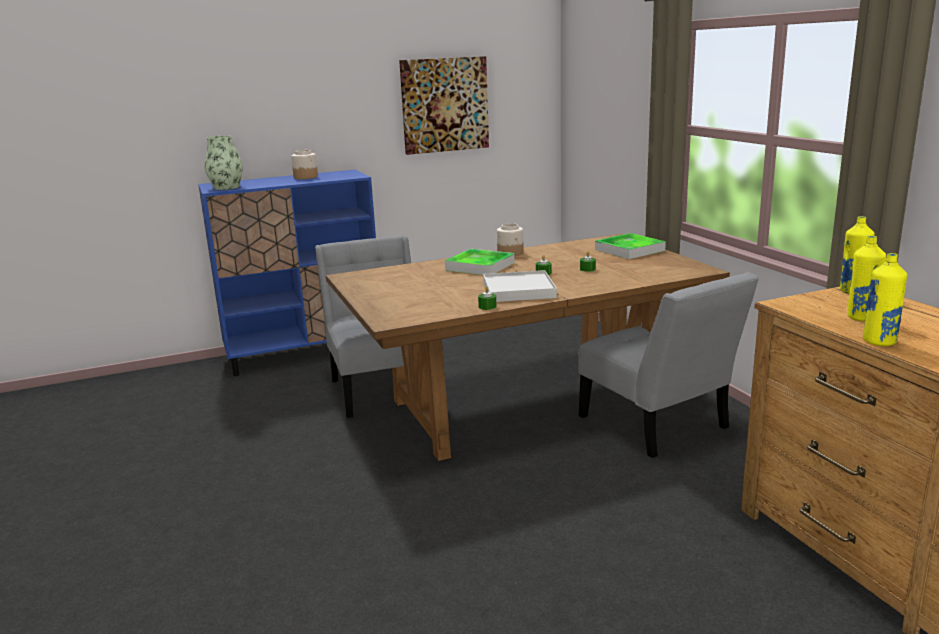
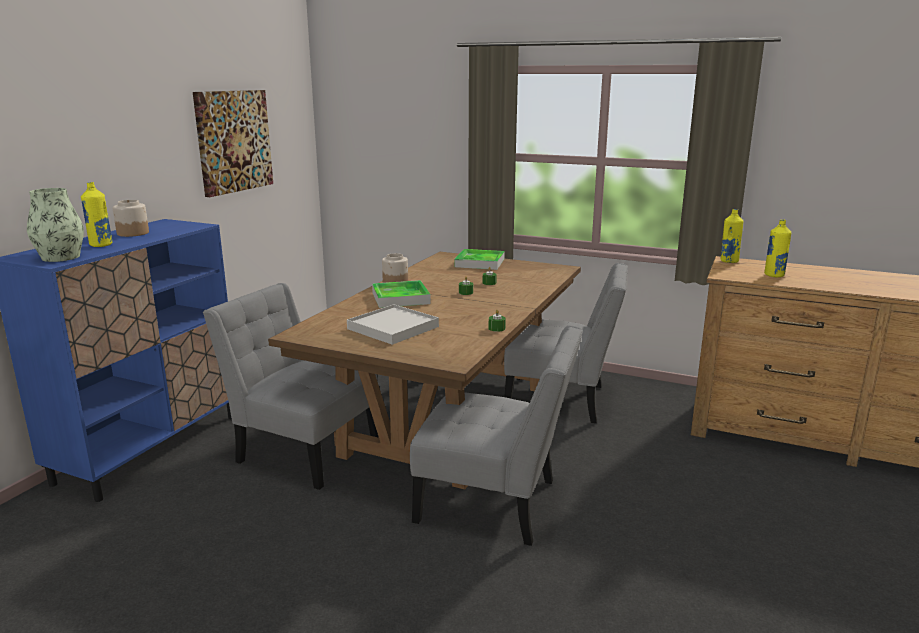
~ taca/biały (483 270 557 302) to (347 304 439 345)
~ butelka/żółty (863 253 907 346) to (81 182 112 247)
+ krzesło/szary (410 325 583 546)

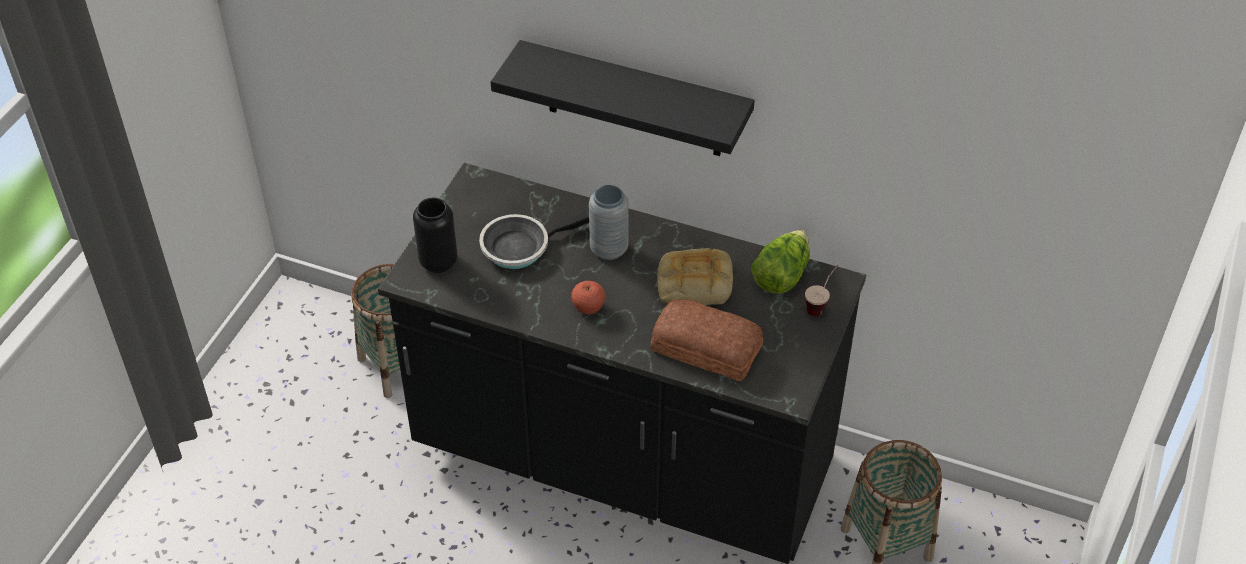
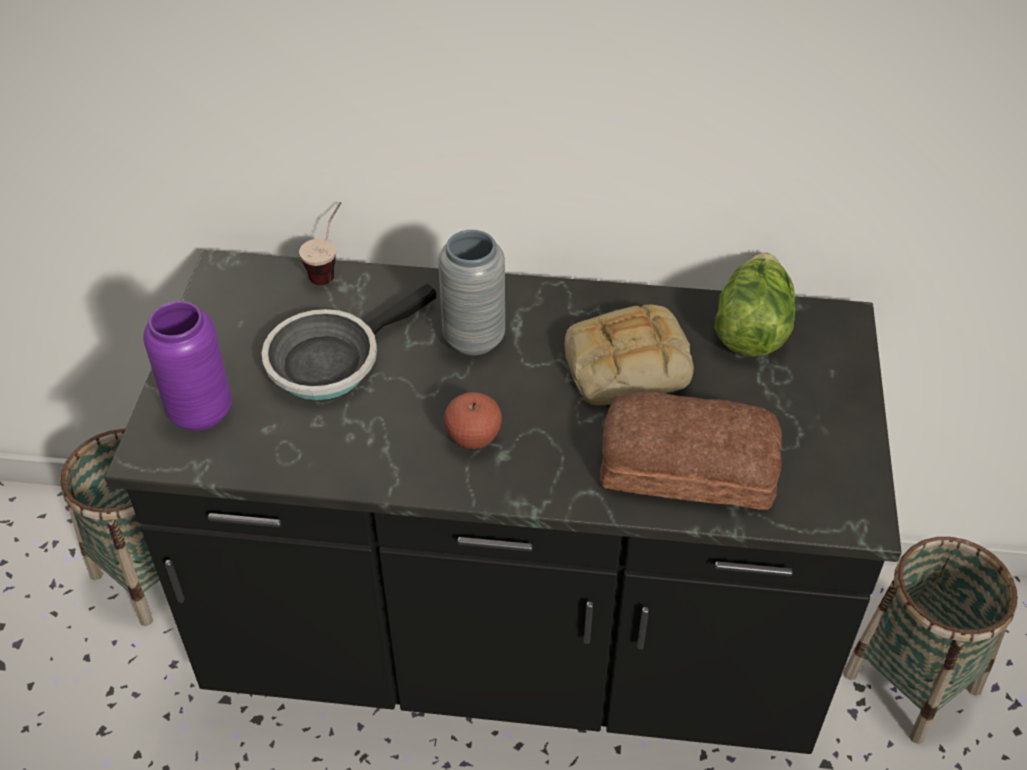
~ wazon/czarny (413 198 458 273) to wazon/fioletowy (143 301 232 431)
- półka/czarny (491 40 755 156)
~ filiżanka (805 265 838 316) to (299 202 341 285)

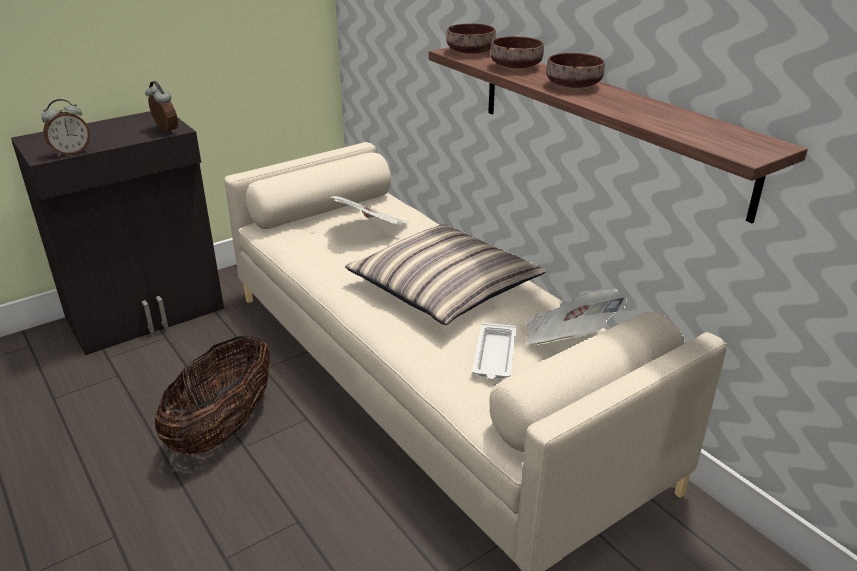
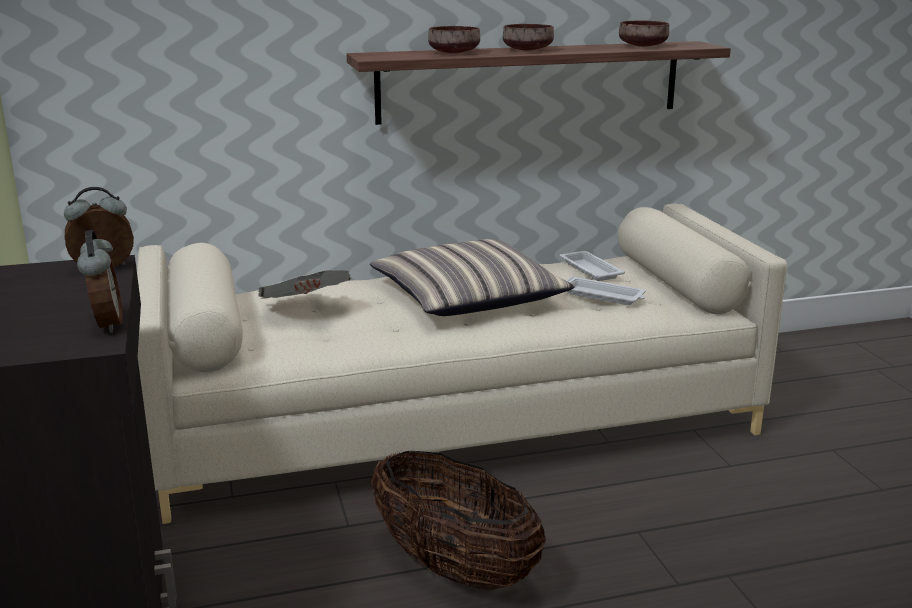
~ miska/brązowy (446 23 496 54) to (619 21 669 47)
~ gazeta (526 289 627 345) to taca/biały (560 251 625 281)

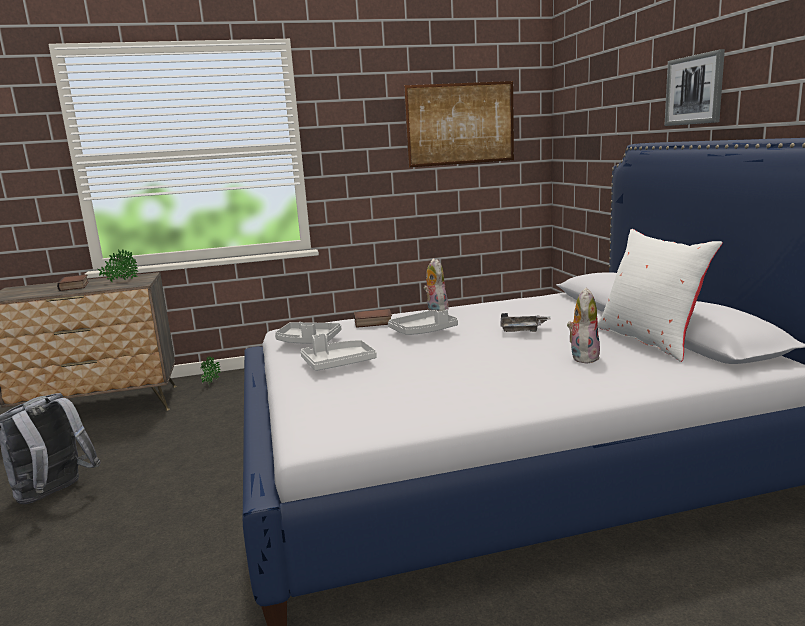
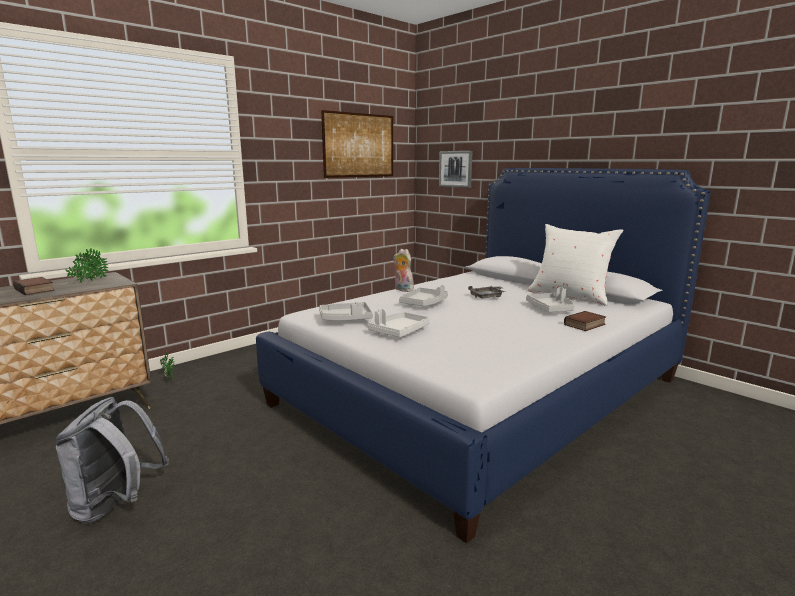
~ książka (354 309 392 328) to (564 311 606 331)
~ pluszak (567 288 600 363) to taca/szary (526 287 574 312)
~ obraz (665 49 725 126) to (439 151 473 188)

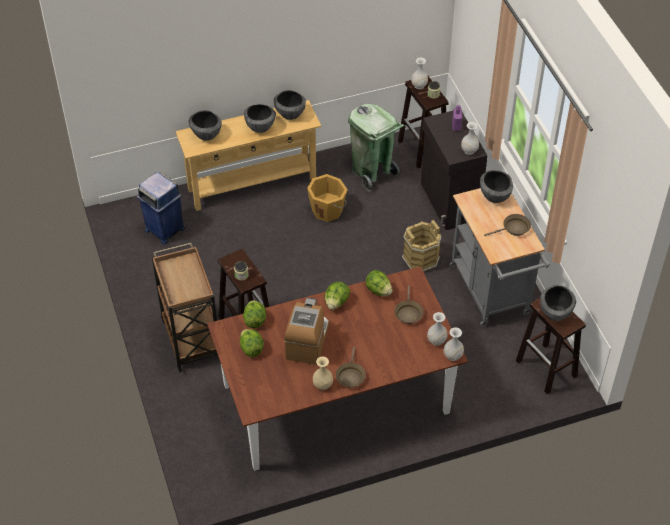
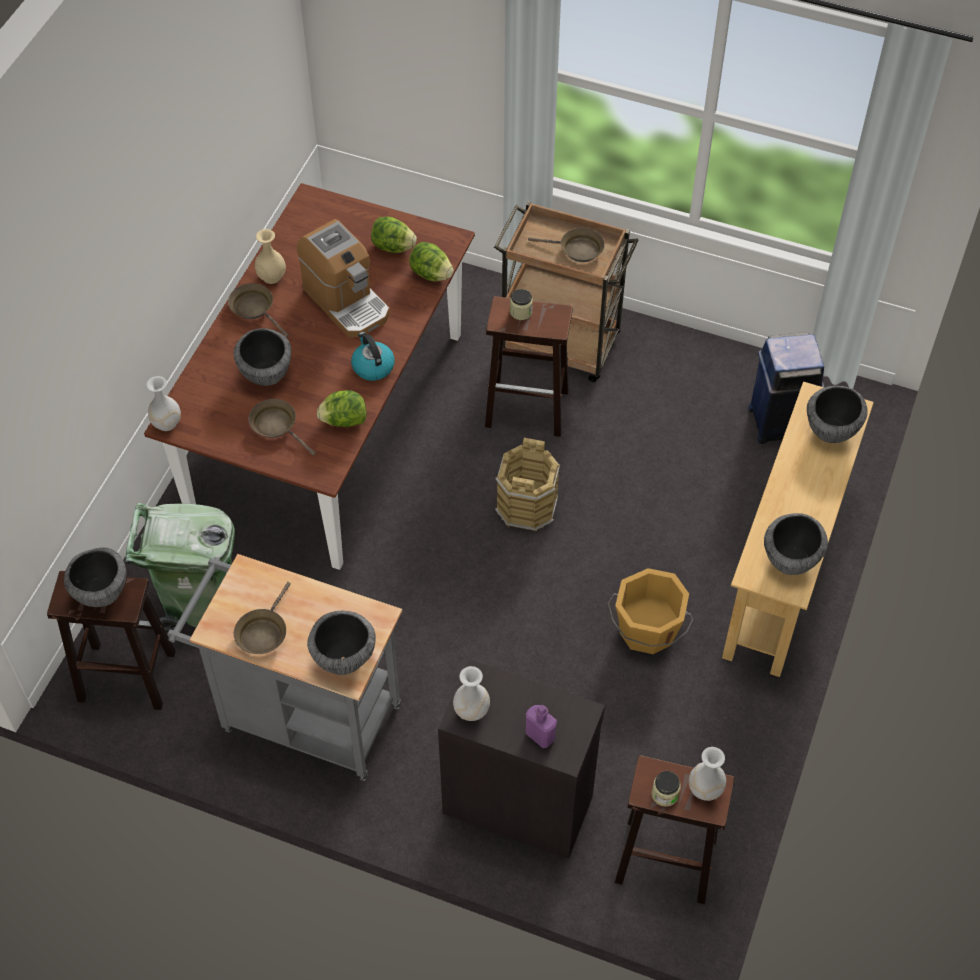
~ miska (244 104 276 133) to (234 328 291 386)
~ sałata (325 282 350 310) to czajnik (351 332 395 381)
~ kosz na śmieci/zielony (348 104 405 191) to (125 503 235 633)
~ wiadro/brązowy (402 220 442 272) to (495 438 560 531)
- wazon/biały (427 312 447 346)
+ patelnia/brązowy (528 228 605 262)

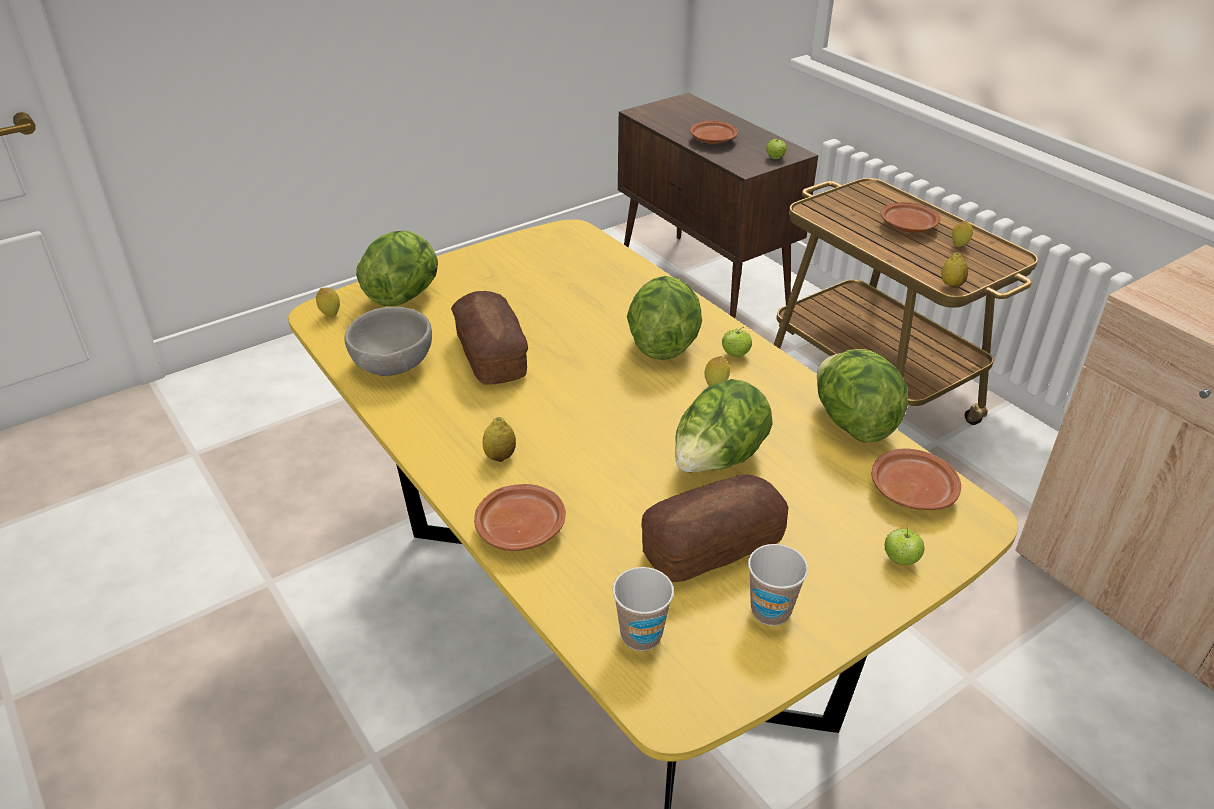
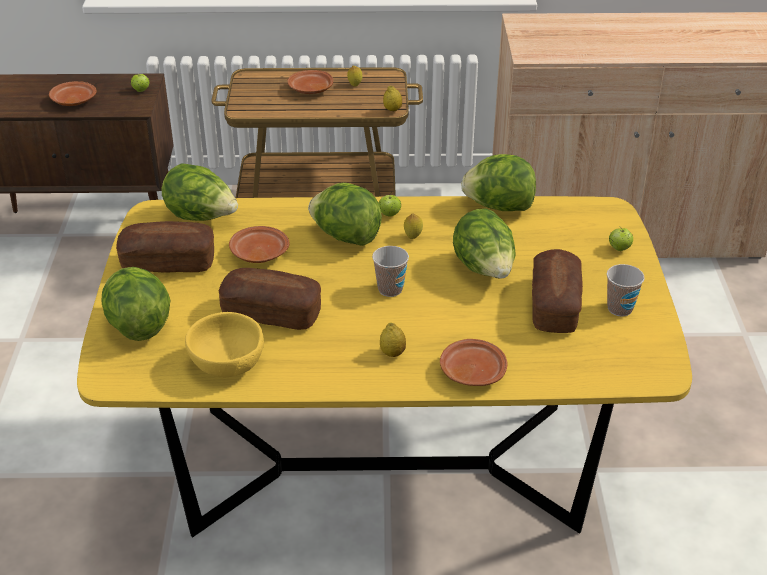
- cytryna (316 288 340 317)
~ miska/szary (344 307 432 376) to miska/żółty (185 312 264 377)
~ filiżanka (613 567 674 651) to (372 246 409 297)
~ talerz/brązowy (872 448 961 510) to (229 226 290 263)
+ chleb (116 221 214 273)
+ sałata (162 163 238 221)

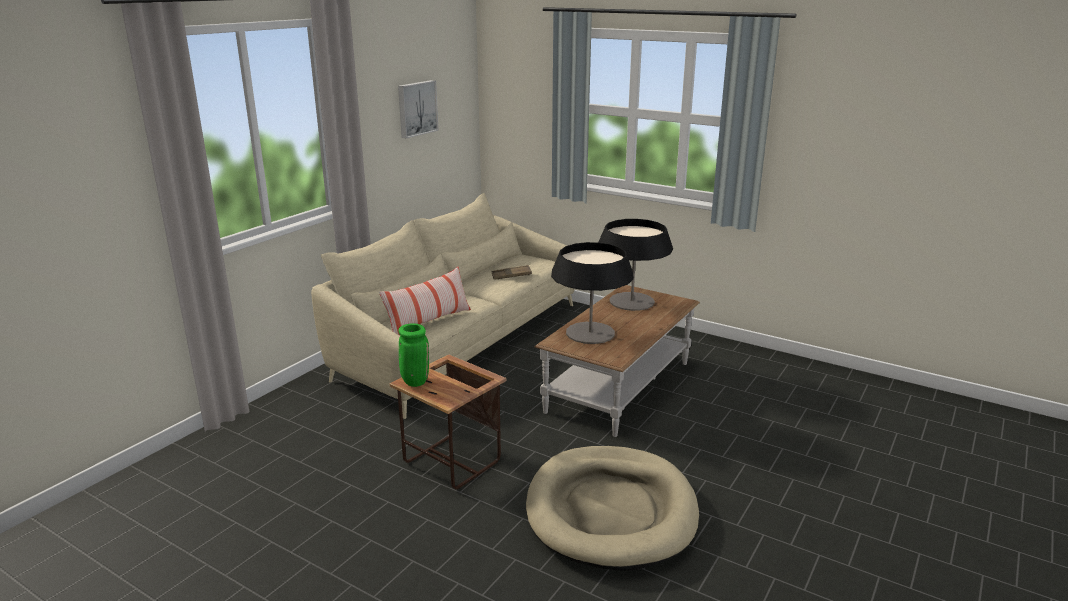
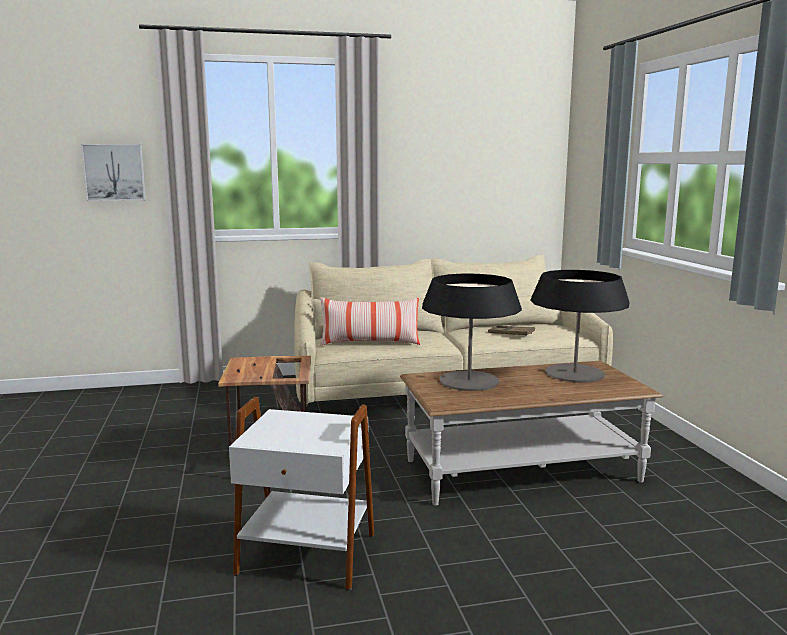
~ obraz (398 80 438 138) to (81 144 146 201)
- wazon/zielony (398 323 429 387)
~ legowisko/beżowy (526 446 699 571) to stolik/biały (229 397 375 590)

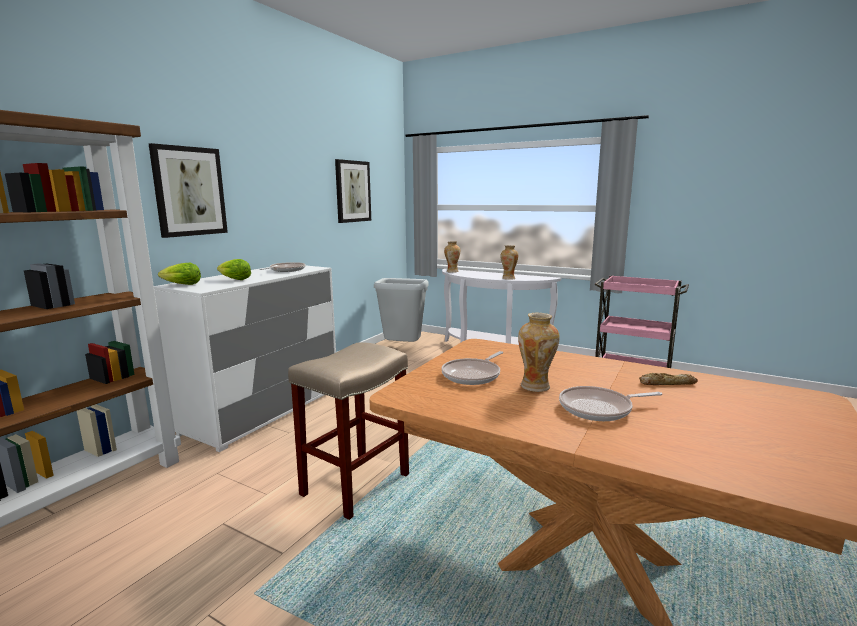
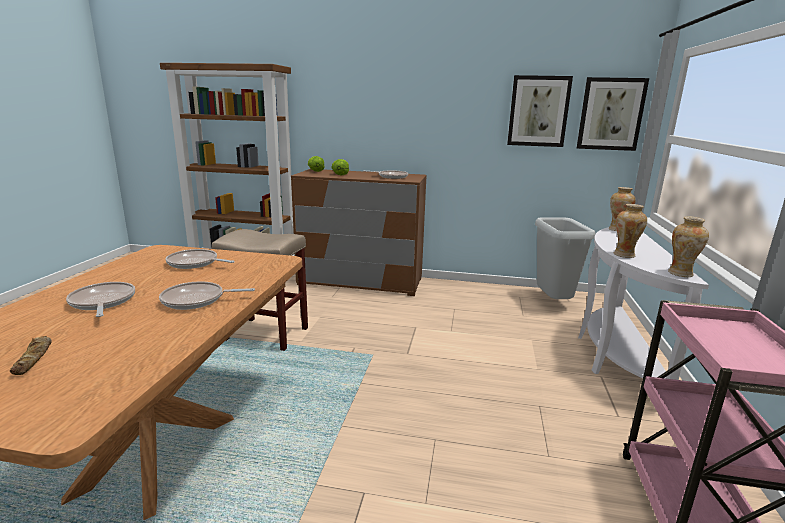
~ obraz (149 143 228 238) to (577 77 649 151)
~ komoda/biały (154 265 336 452) to komoda/brązowy (291 169 427 296)
~ wazon (518 313 560 392) to (668 216 709 277)
~ chleb (639 373 698 385) to (10 336 52 375)
+ patelnia (159 282 255 310)

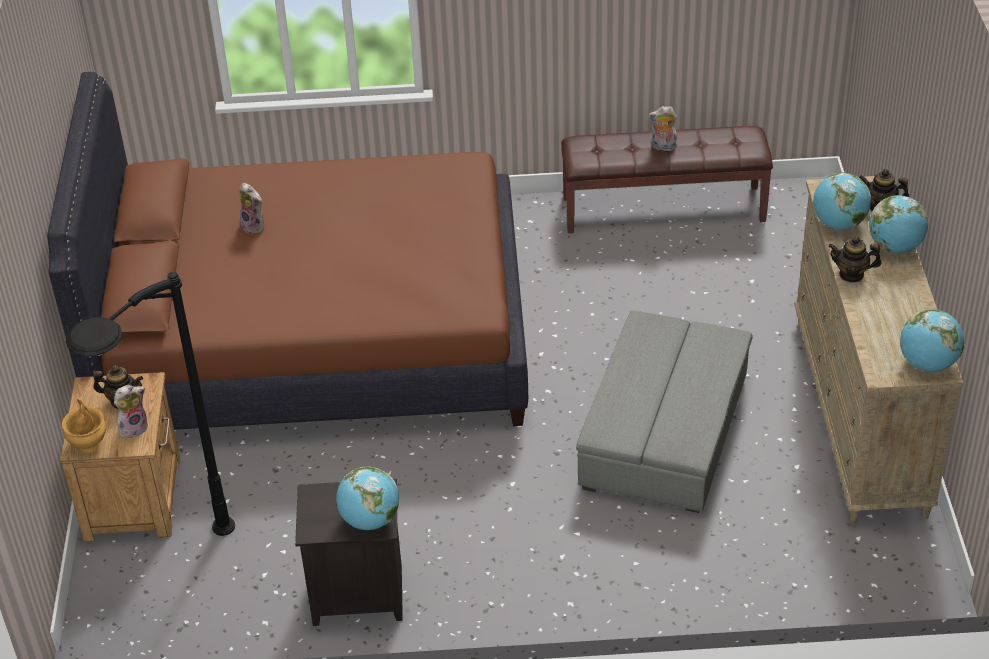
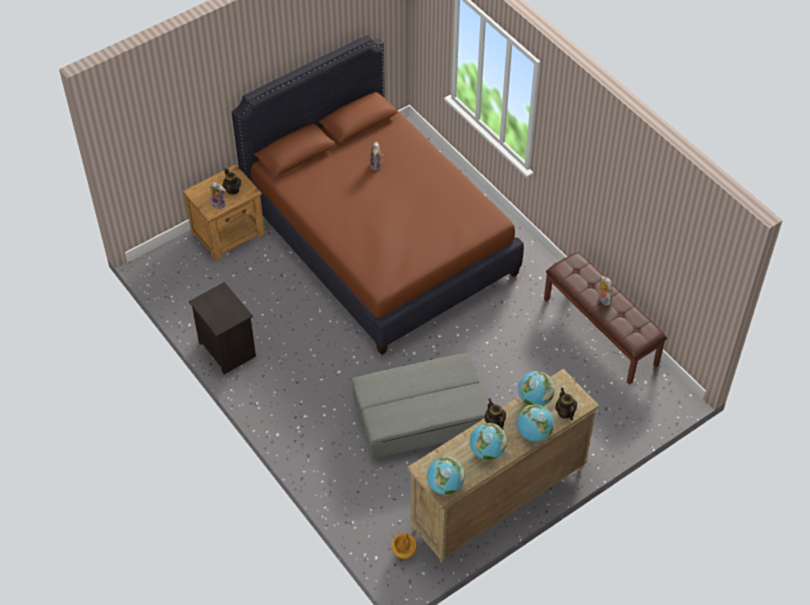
~ wazon/brązowy (62 399 106 453) to (392 533 417 559)
- lampa stojąca/czarny (66 272 235 536)
~ globus (336 467 399 530) to (470 423 507 461)

